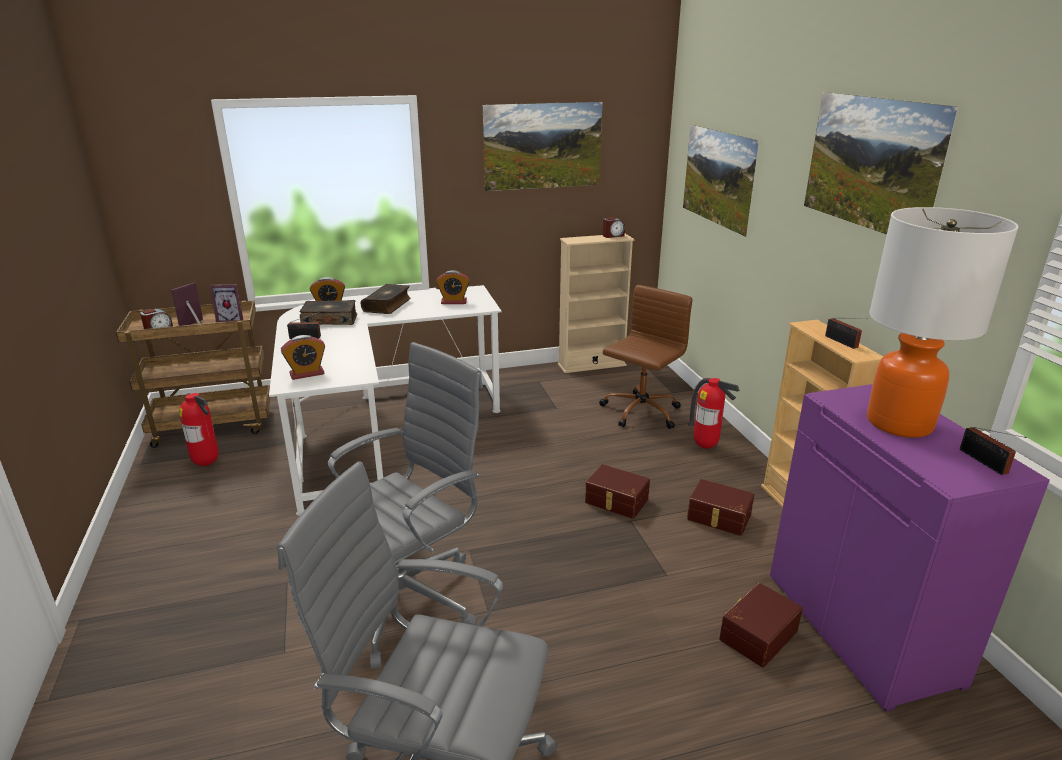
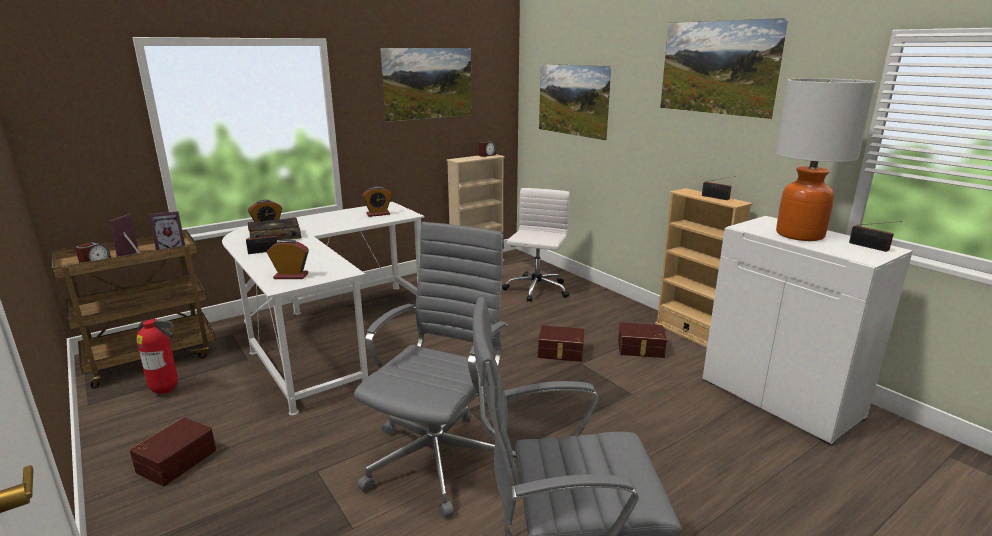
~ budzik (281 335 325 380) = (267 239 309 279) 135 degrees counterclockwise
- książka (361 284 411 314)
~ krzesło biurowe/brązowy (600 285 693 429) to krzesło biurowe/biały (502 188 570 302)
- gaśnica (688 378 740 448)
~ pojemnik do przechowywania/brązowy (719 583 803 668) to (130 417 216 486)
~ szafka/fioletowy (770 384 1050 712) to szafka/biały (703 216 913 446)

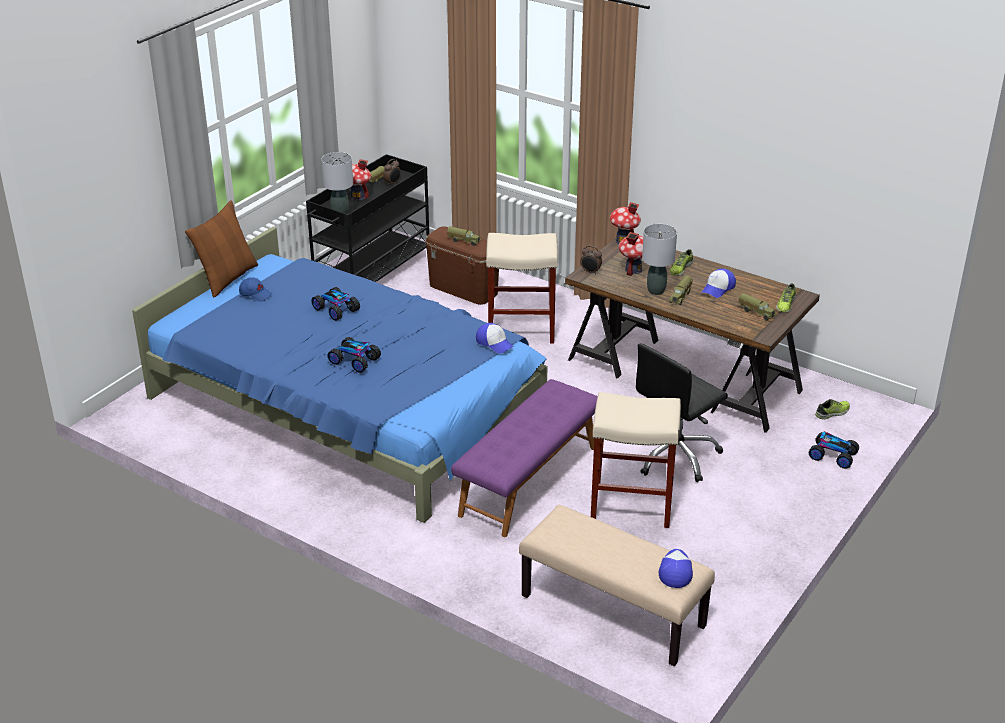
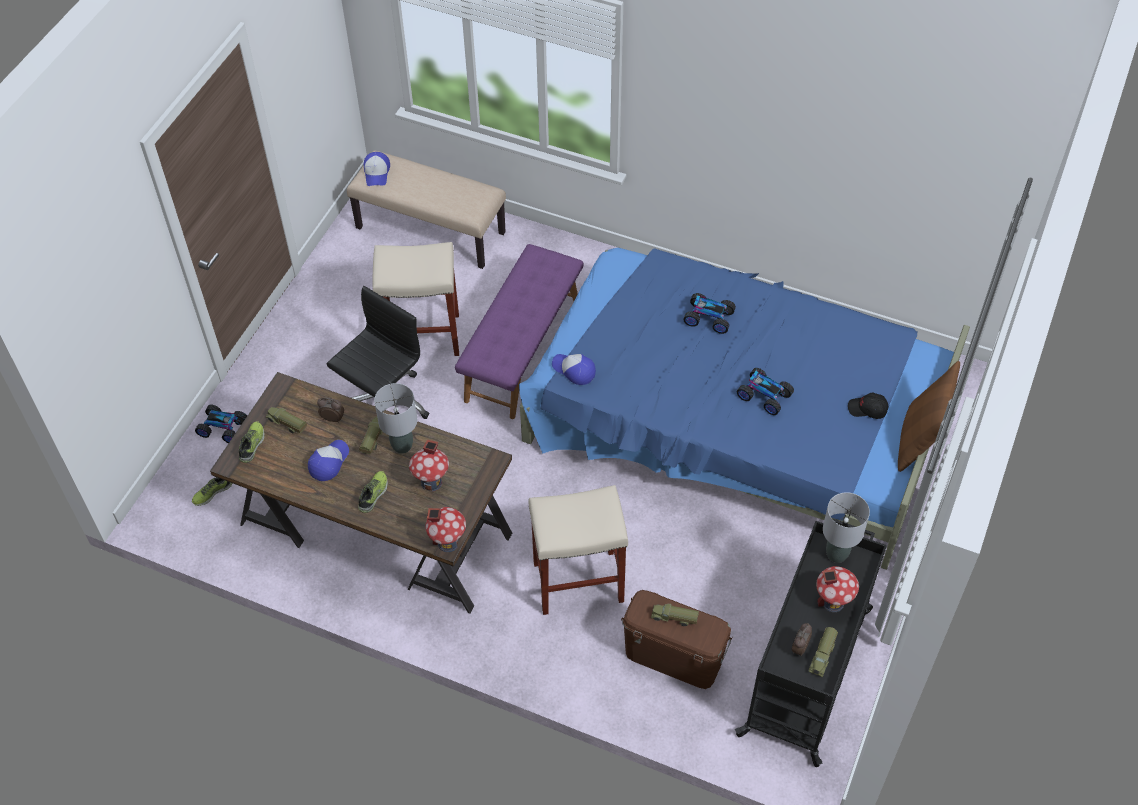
~ czapka z daszkiem/niebieski (239 277 272 302) to czapka z daszkiem/czarny (848 393 888 419)
~ budzik (580 246 602 275) to (317 397 344 423)

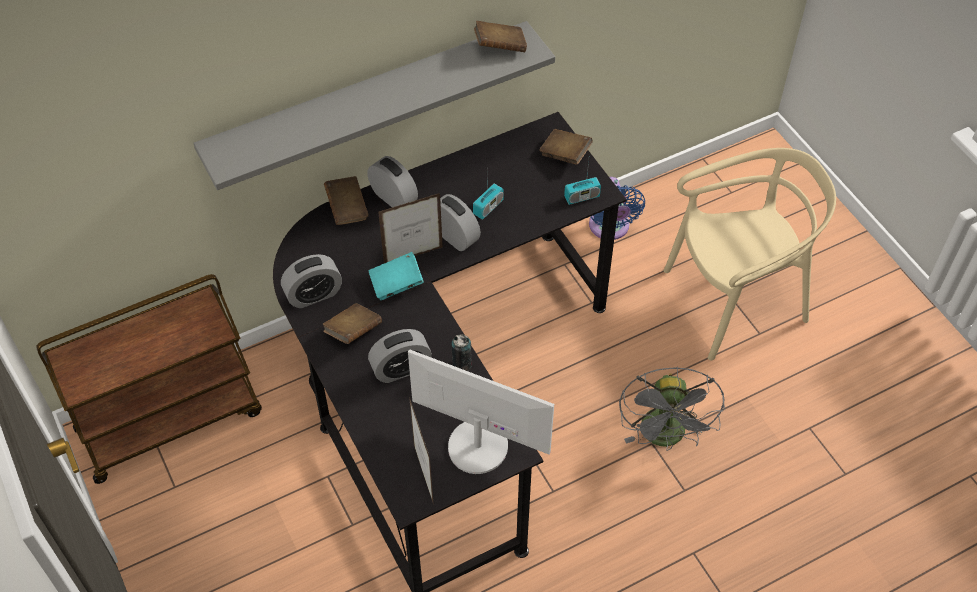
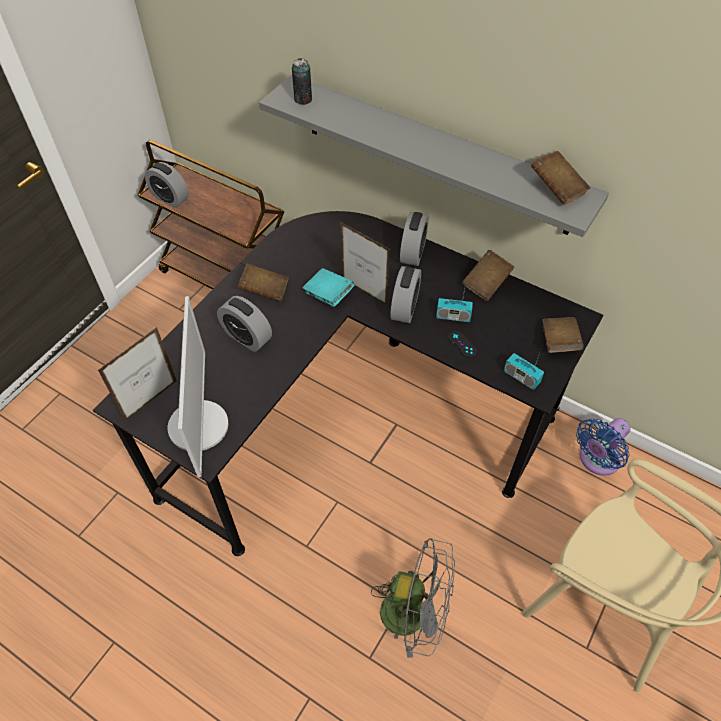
~ budzik (281 254 342 308) to (145 162 189 208)
~ książka/brązowy (324 176 369 225) to (462 250 514 301)
~ puszka (451 334 472 371) to (292 58 312 105)
~ wentylator/szary (619 367 725 451) = (371 538 455 658) 135 degrees counterclockwise
+ pad do gier/czarny (448 331 477 358)

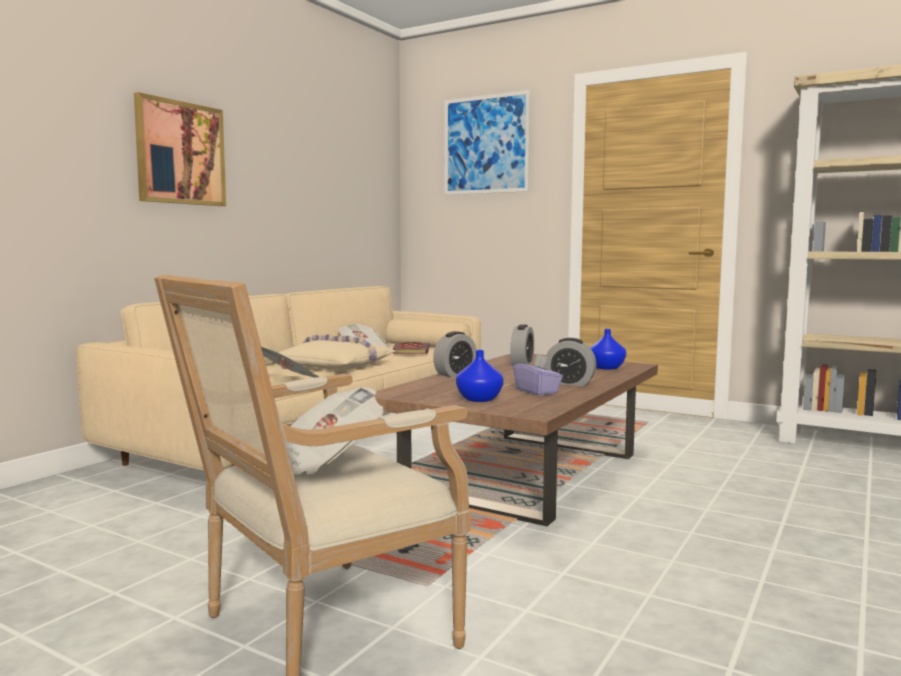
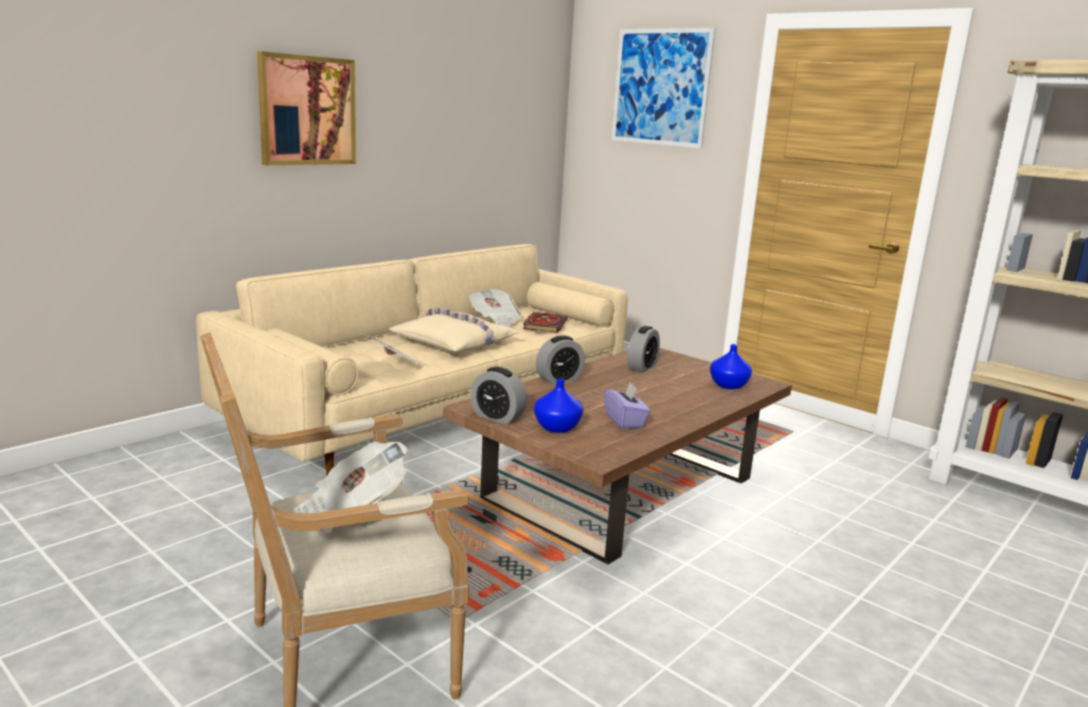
~ budzik (544 338 596 386) to (470 367 527 424)

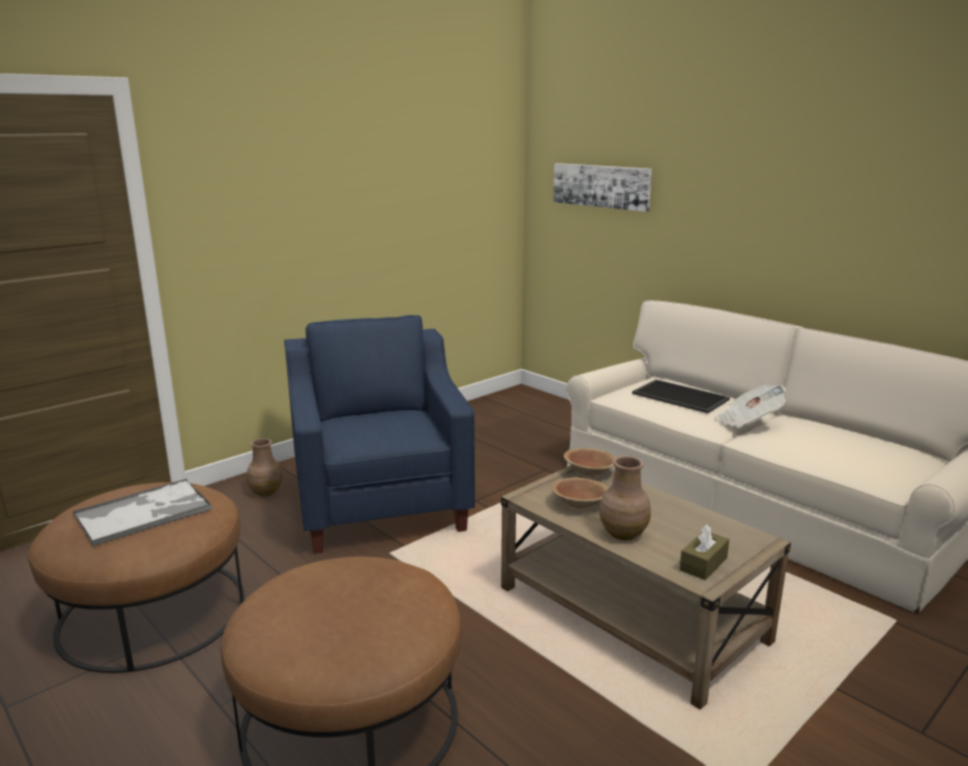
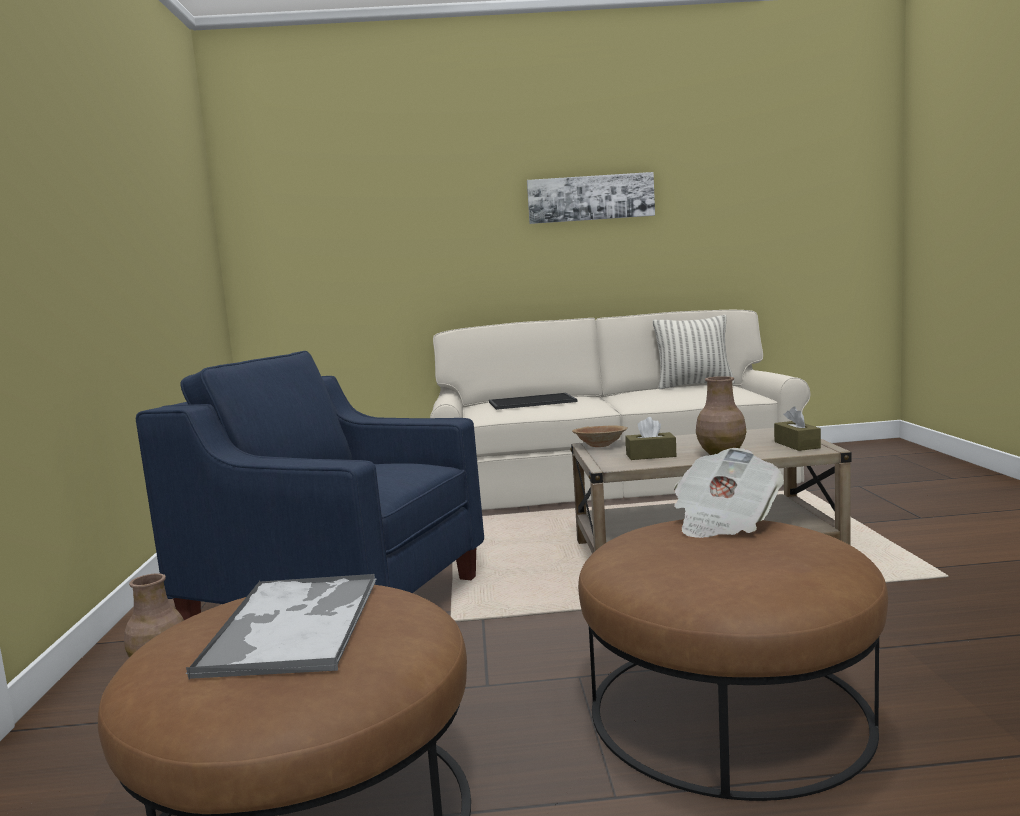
~ miska/brązowy (551 477 608 509) to pudełko chusteczek/brązowy (625 417 676 460)
~ obraz (553 163 652 212) to (527 172 655 224)
~ gazeta (715 385 787 428) to (674 448 784 538)
+ poduszka (653 315 735 389)

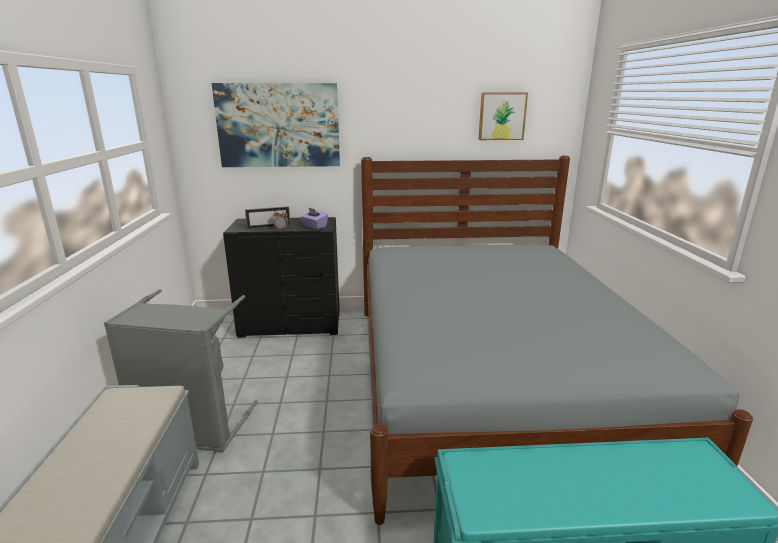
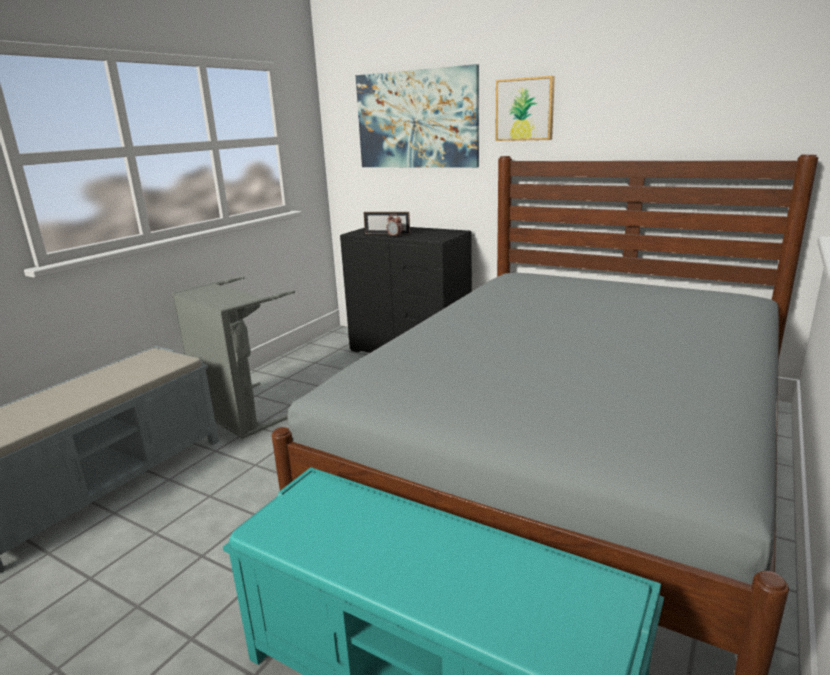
- pudełko chusteczek/fioletowy (300 207 328 229)
~ obraz (478 93 528 140) to (495 76 555 141)

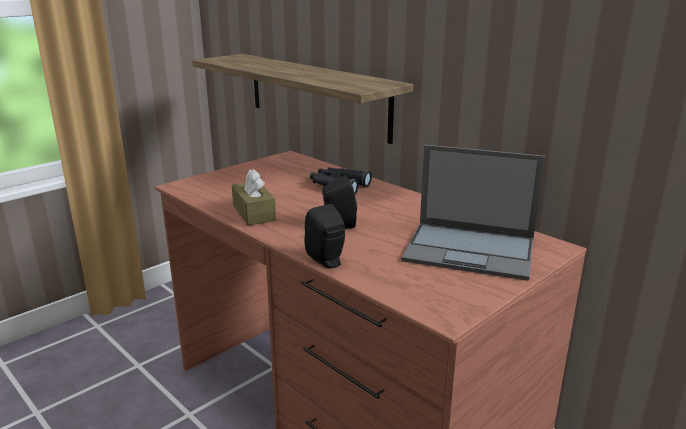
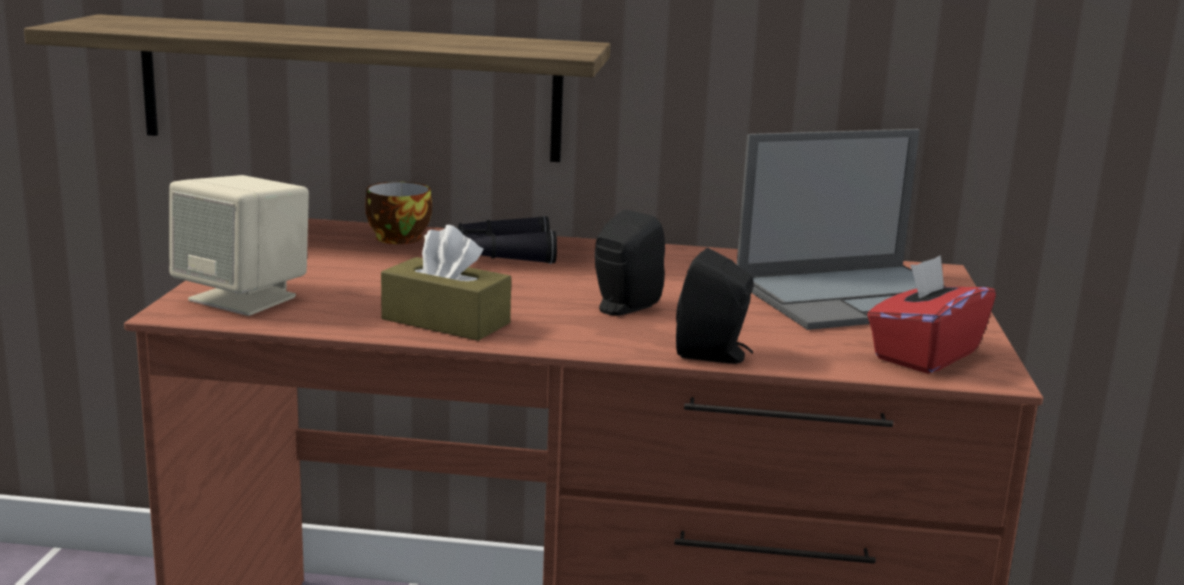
+ głośnik/beżowy (169 175 309 316)
+ filiżanka (365 182 432 244)
+ pudełko chusteczek/czerwony (867 255 996 374)

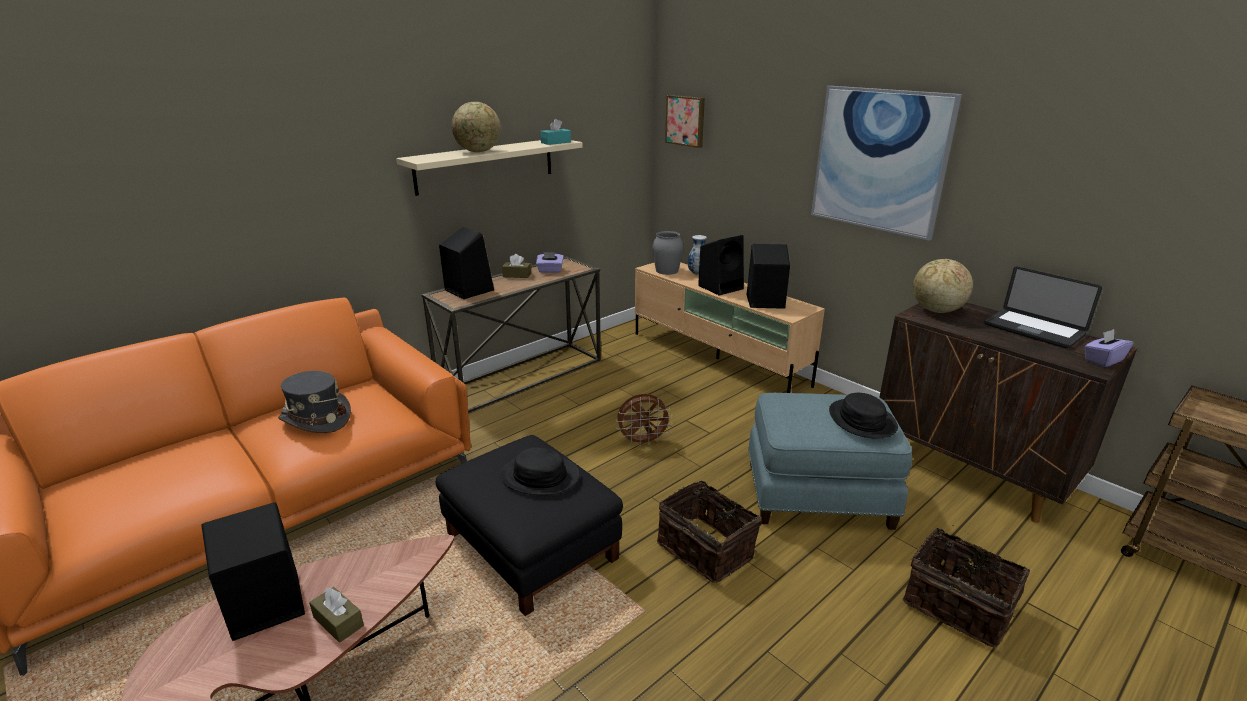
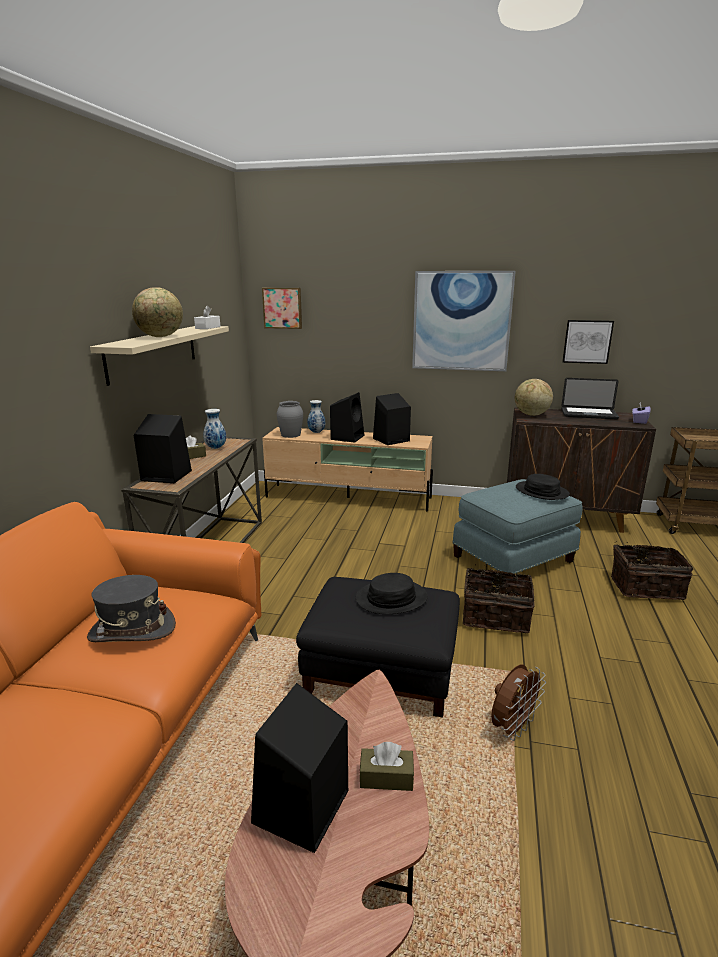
~ pudełko chusteczek/fioletowy (536 252 564 273) to wazon (203 409 226 449)
~ pudełko chusteczek/turkusowy (540 119 571 145) to pudełko chusteczek/biały (194 306 221 329)
~ wentylator/brązowy (616 394 673 447) to (491 664 546 741)
+ obraz (562 320 614 364)

